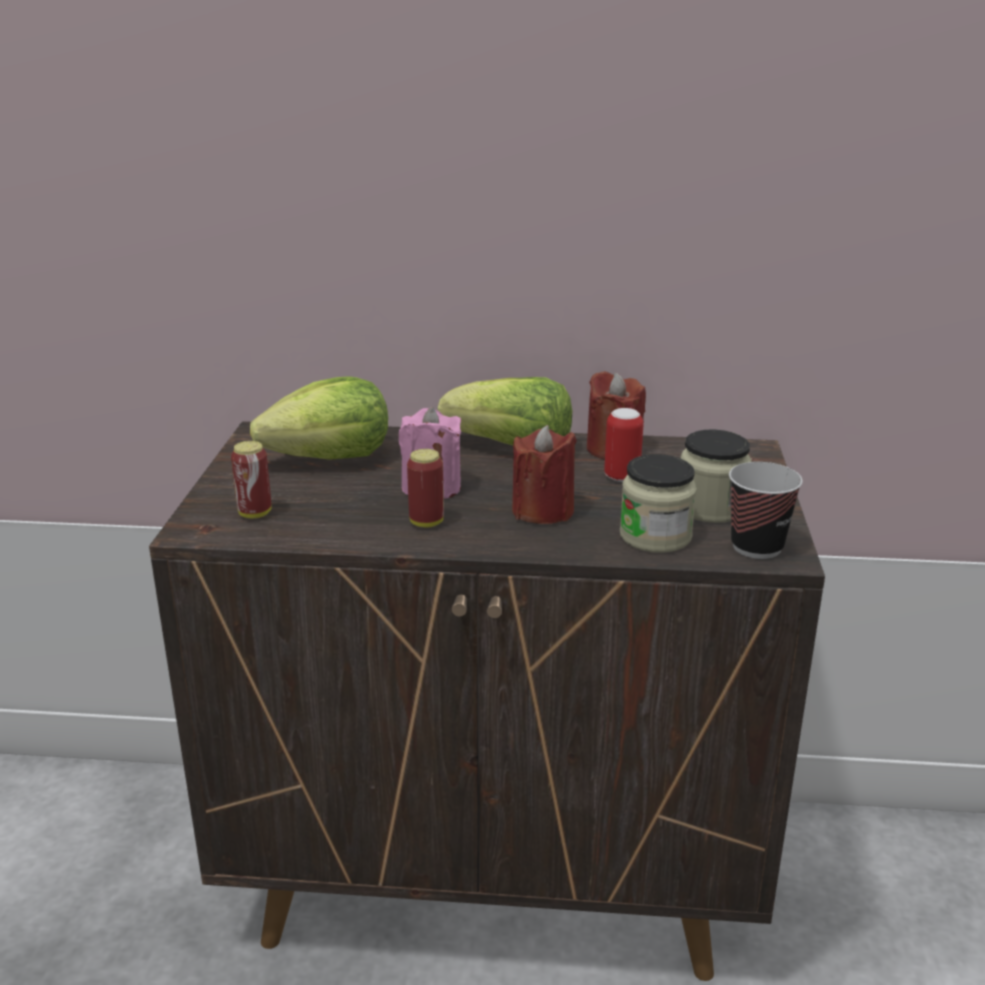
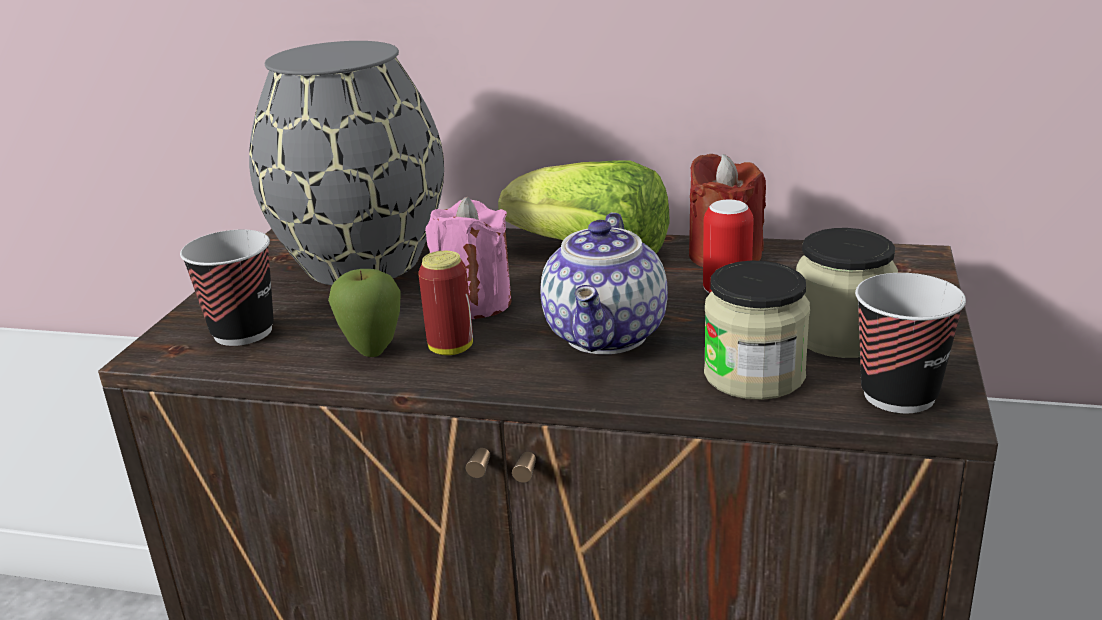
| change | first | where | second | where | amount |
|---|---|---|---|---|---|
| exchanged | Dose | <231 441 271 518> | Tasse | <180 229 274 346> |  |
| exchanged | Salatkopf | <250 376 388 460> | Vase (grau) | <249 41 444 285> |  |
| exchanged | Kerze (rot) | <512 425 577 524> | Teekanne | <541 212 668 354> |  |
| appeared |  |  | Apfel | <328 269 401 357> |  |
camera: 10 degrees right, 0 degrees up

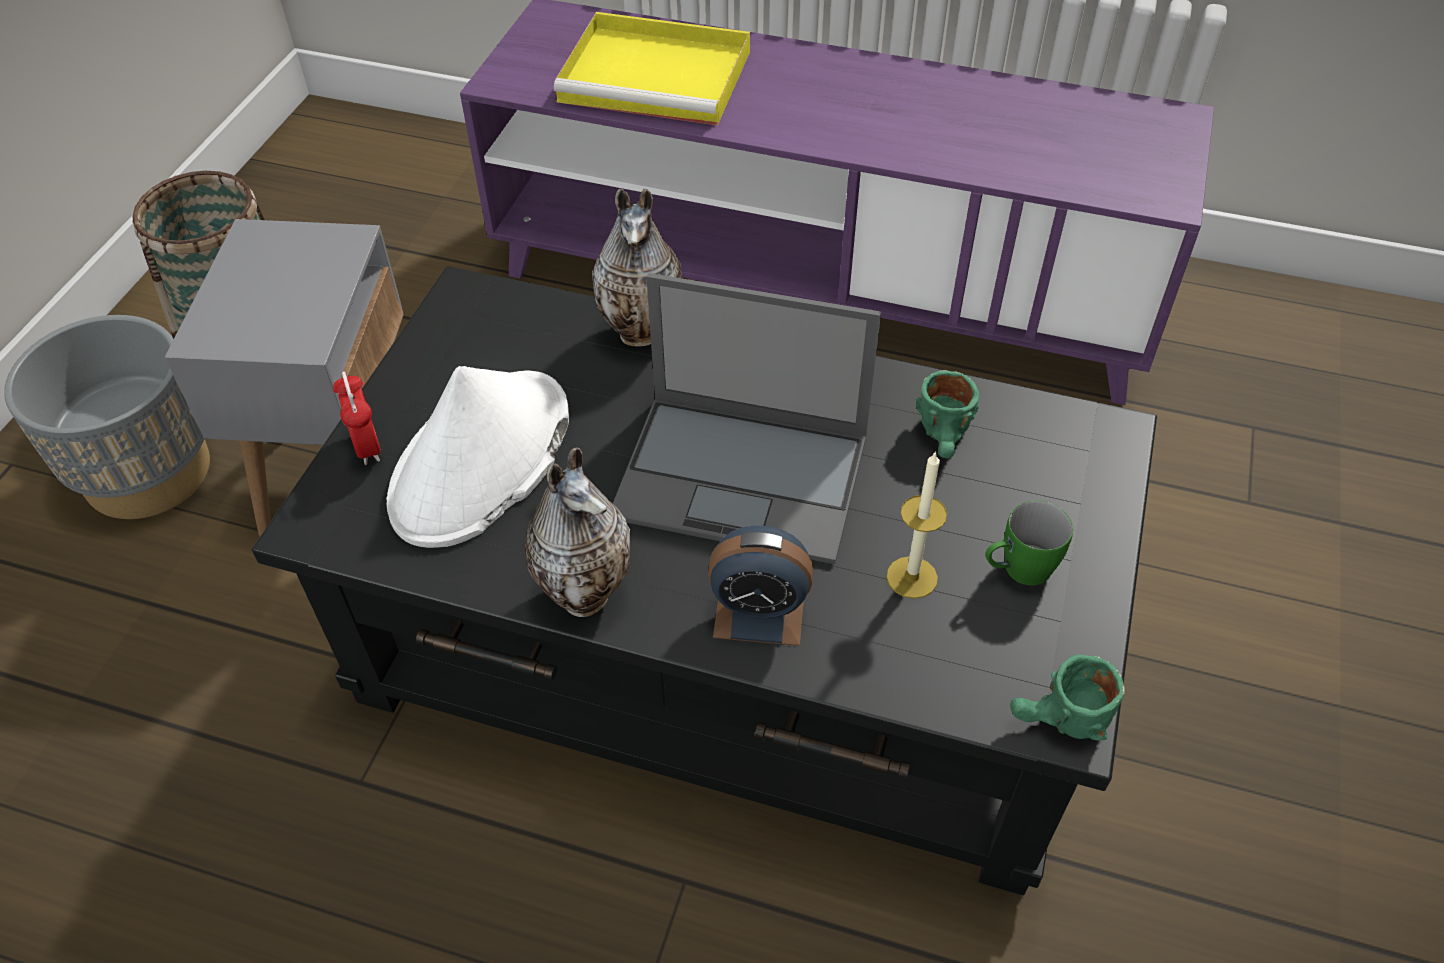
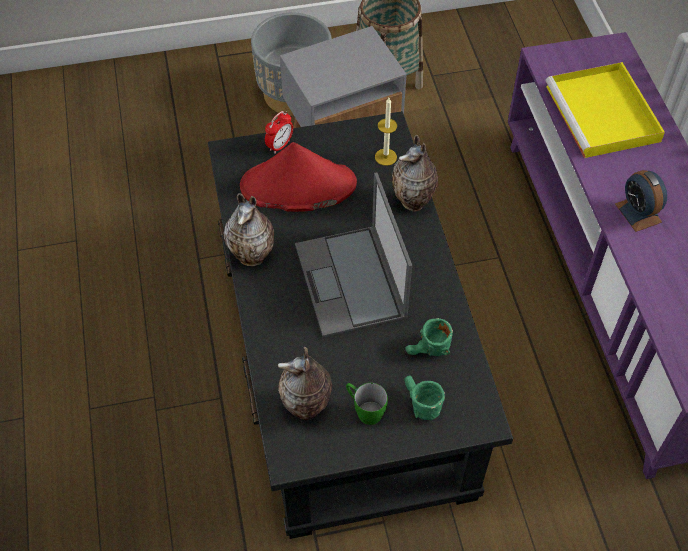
| change | first | where | second | where | amount |
|---|---|---|---|---|---|
| colour | Hut (weiß) | <386 366 569 548> | Hut (rot) | <240 142 357 212> |  |
| relocated | Wecker | <708 526 813 646> |  | <615 170 667 232> |  |
| relocated | Kerze | <886 451 947 599> |  | <375 98 397 166> |  |
| relocated | Henkelbecher (grün) | <1010 654 1125 741> |  | <404 376 445 420> |  |
| appeared |  |  | Vase | <278 347 332 420> |  |
camera: 60 degrees right, 5 degrees up

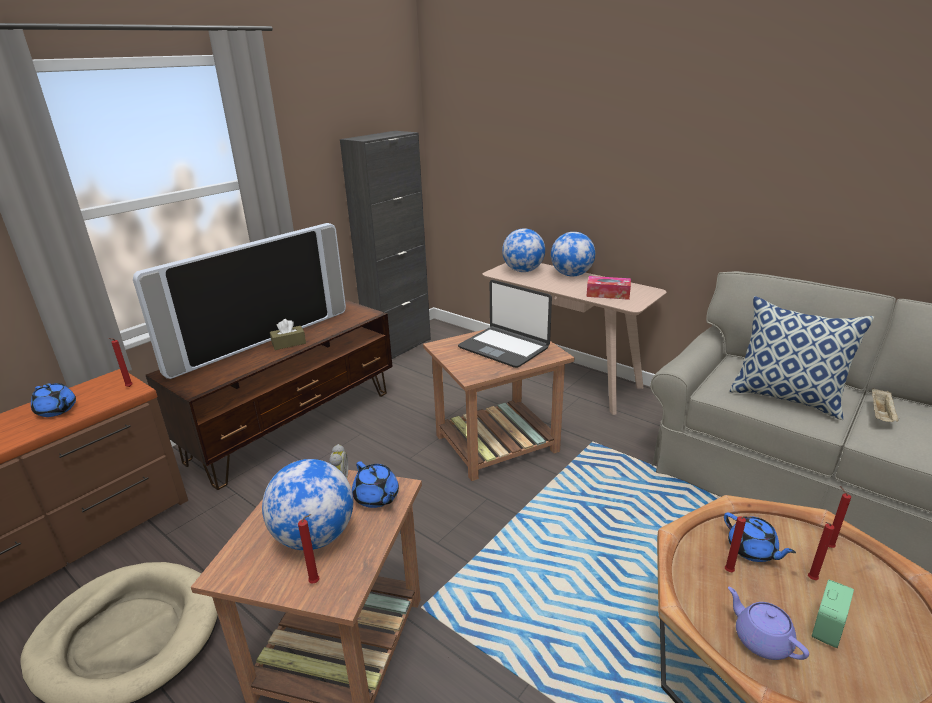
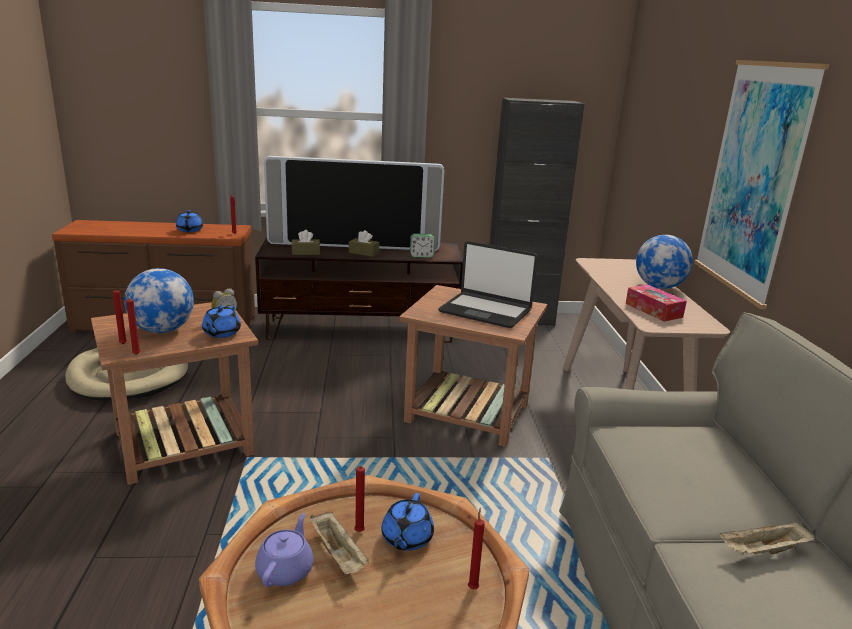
| change | first | where | second | where | amount |
|---|---|---|---|---|---|
| spun | Laptop | <458 280 552 368> |  | <438 241 538 328> | 60 degrees counterclockwise |
| missing | Globus | <502 228 545 272> |  |  |  |
| missing | Kissen | <730 296 874 420> |  |  |  |
| relocated | Kerze (rot) | <808 522 835 580> |  | <124 293 140 355> |  |
| relocated | Wecker | <812 580 854 648> |  | <410 234 435 258> |  |
| appeared |  |  | Taschentuchbox (braun) | <291 230 320 255> |  |
| appeared |  |  | Tablett (beige) | <310 511 369 574> |  |
| appeared |  |  | Bild | <694 60 829 309> |  |
camera: 45 degrees right, 5 degrees down

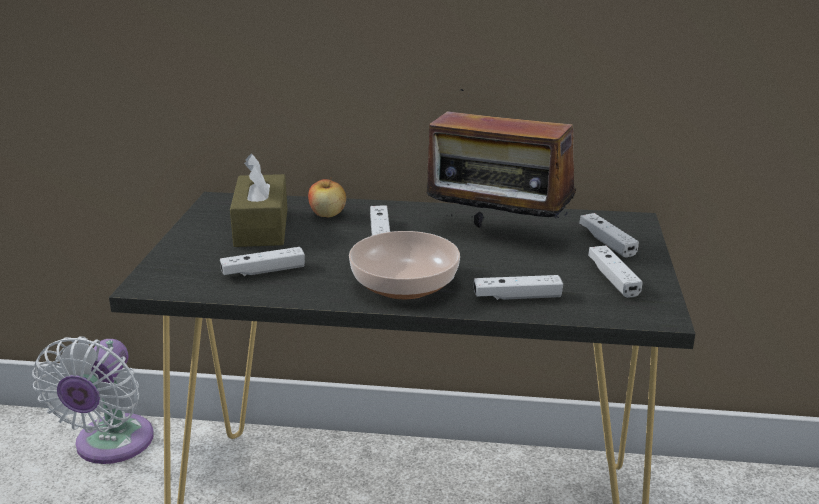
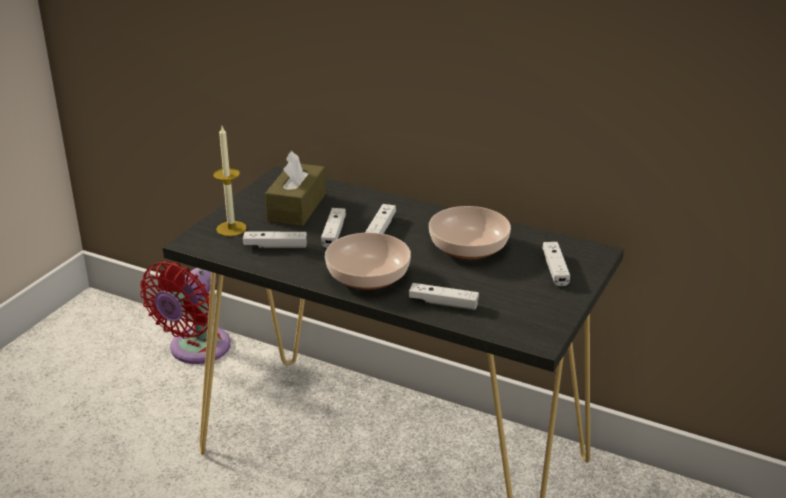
| change | first | where | second | where | amount |
|---|---|---|---|---|---|
| colour | Ventilator (weiß) | <32 336 154 464> | Ventilator (rot) | <140 261 231 364> |  |
| missing | Apfel | <308 177 346 217> |  |  |  |
| exchanged | Radio | <426 89 576 227> | Schüssel | <429 206 511 259> |  |
| relocated | Gamepad (weiß) | <588 245 643 298> |  | <321 208 346 248> |  |
| appeared |  |  | Kerze | <213 126 247 236> |  |
camera: 20 degrees right, 5 degrees up

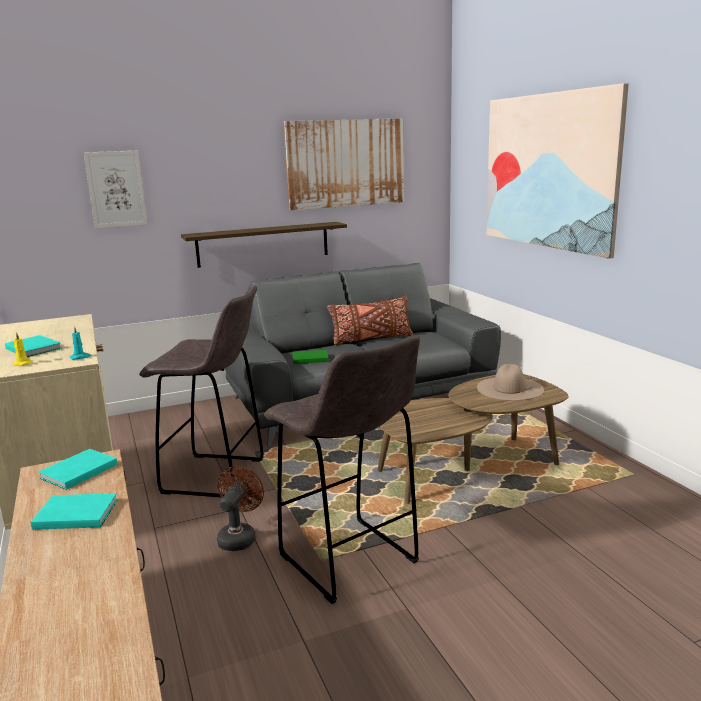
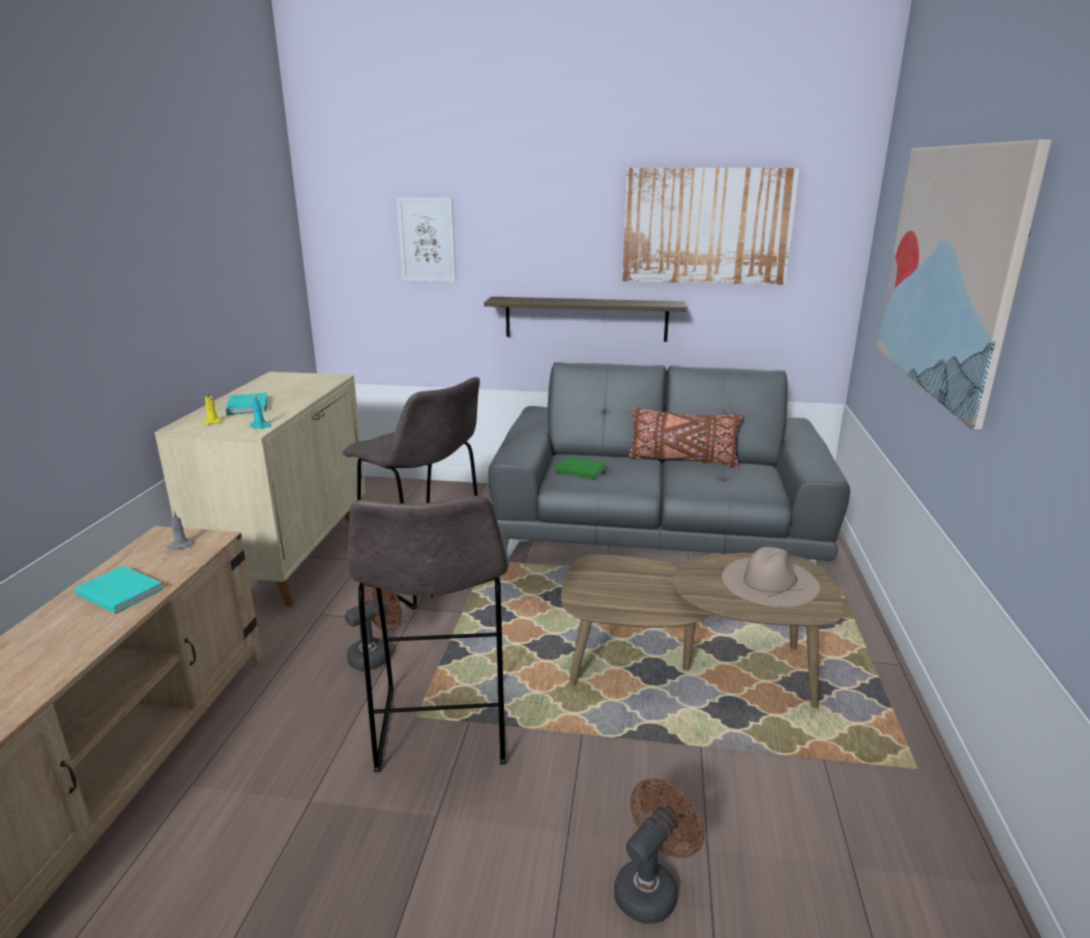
| change | first | where | second | where | amount |
|---|---|---|---|---|---|
| exchanged | Buch (türkis) | <38 449 118 490> | Kerze (grau) | <167 511 193 550> |  |
| appeared |  |  | Ventilator (braun) | <614 779 704 924> |  |
camera: 30 degrees right, 5 degrees up

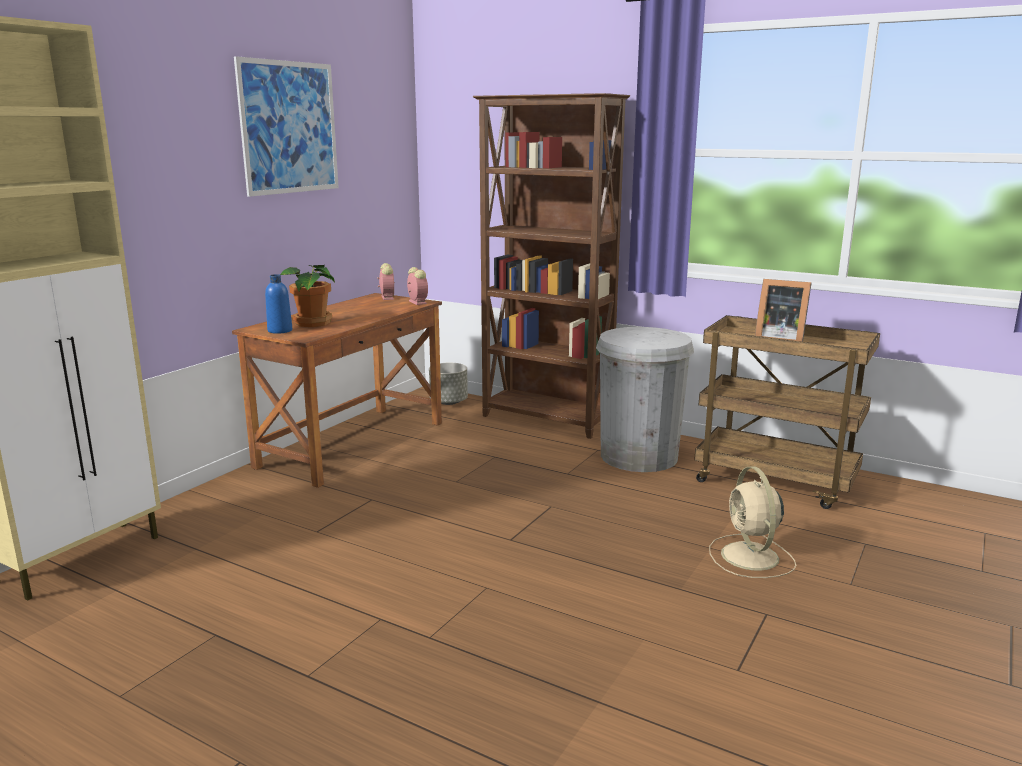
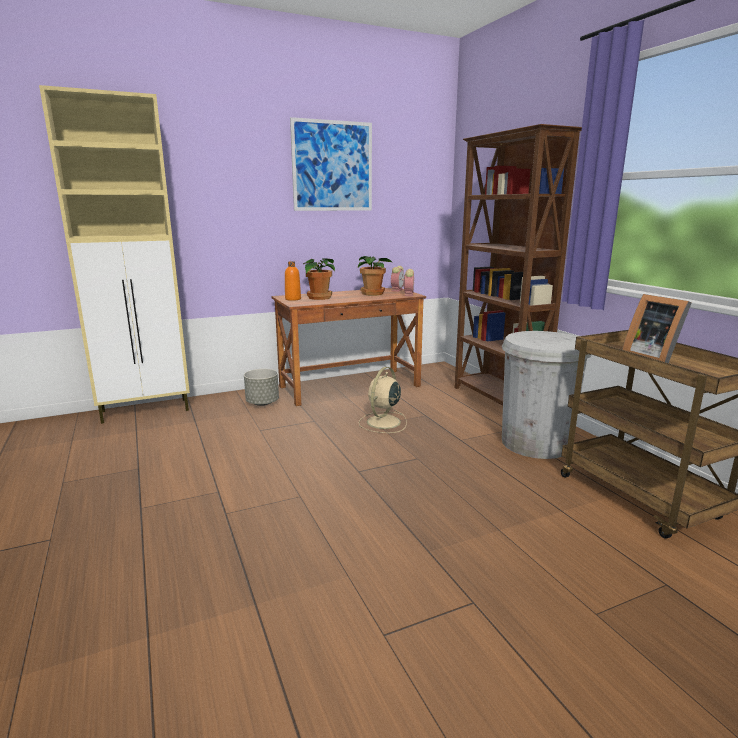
| change | first | where | second | where | amount |
|---|---|---|---|---|---|
| colour | Flasche (blau) | <265 274 292 334> | Flasche (orange) | <285 261 301 301> |  |
| relocated | Pflanzkübel (grau) | <429 363 468 405> |  | <244 369 279 406> |  |
| relocated | Ventilator (beige) | <709 466 796 578> |  | <358 367 407 433> |  |
| appeared |  |  | Topfpflanze | <358 256 393 296> |  |
camera: 35 degrees right, 0 degrees up

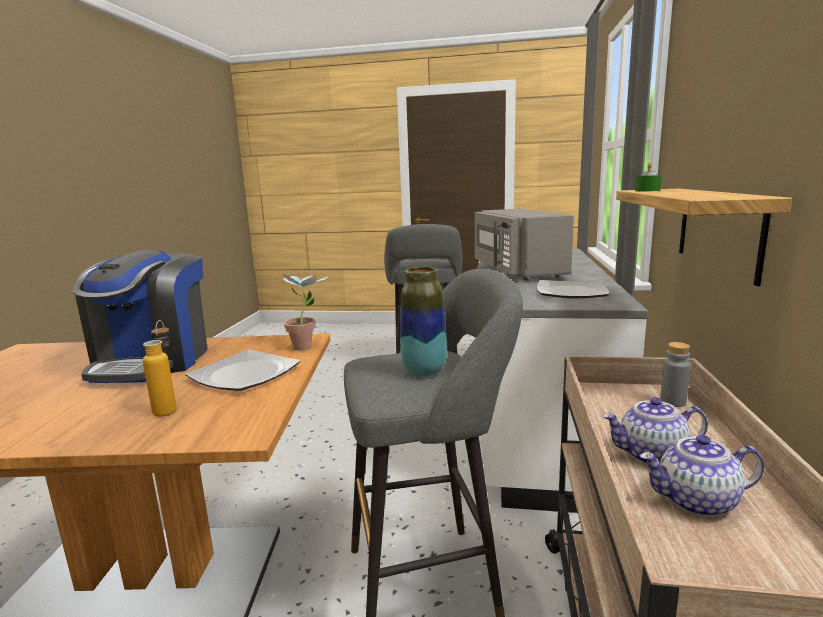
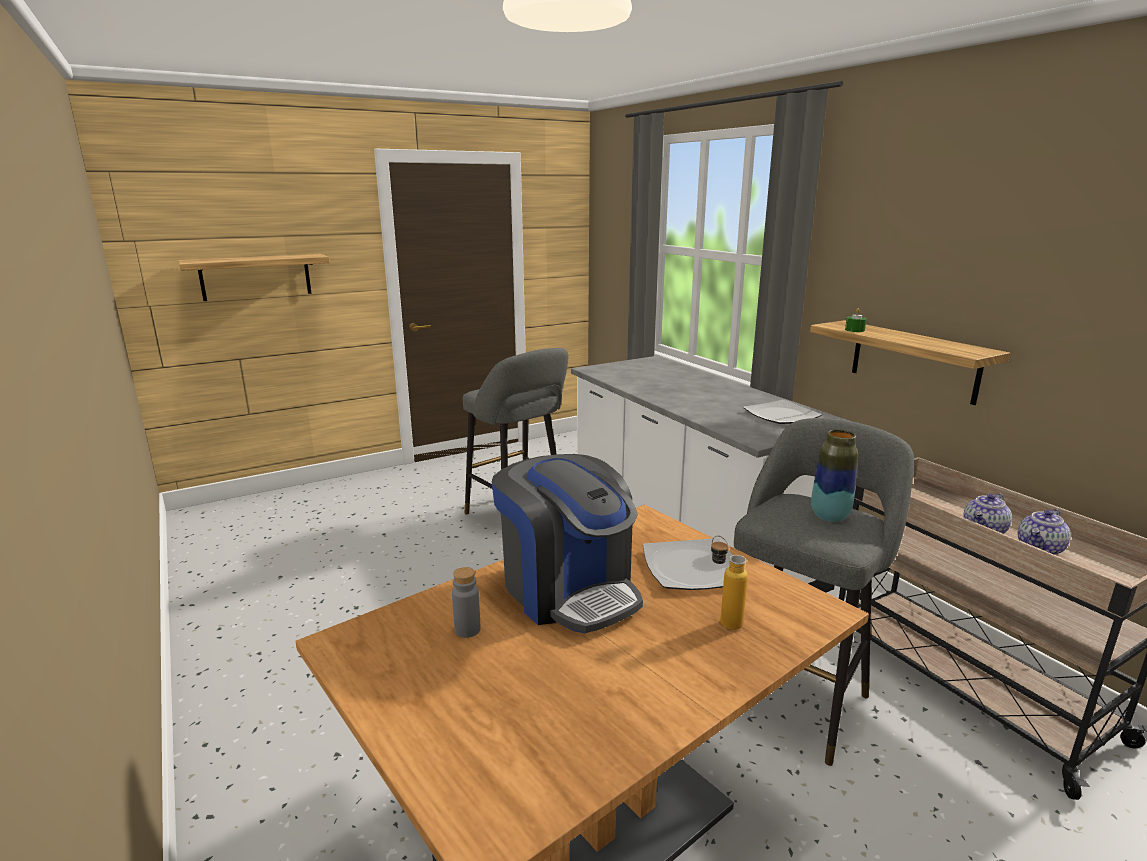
| change | first | where | second | where | amount |
|---|---|---|---|---|---|
| missing | Topfpflanze | <282 268 328 351> |  |  |  |
| missing | Mikrowelle (grau) | <475 209 574 280> |  |  |  |
| relocated | Flasche (grau) | <660 342 691 407> |  | <452 567 481 638> |  |
| appeared |  |  | Wandregal | <178 254 330 301> |  |
camera: 40 degrees left, 5 degrees up

